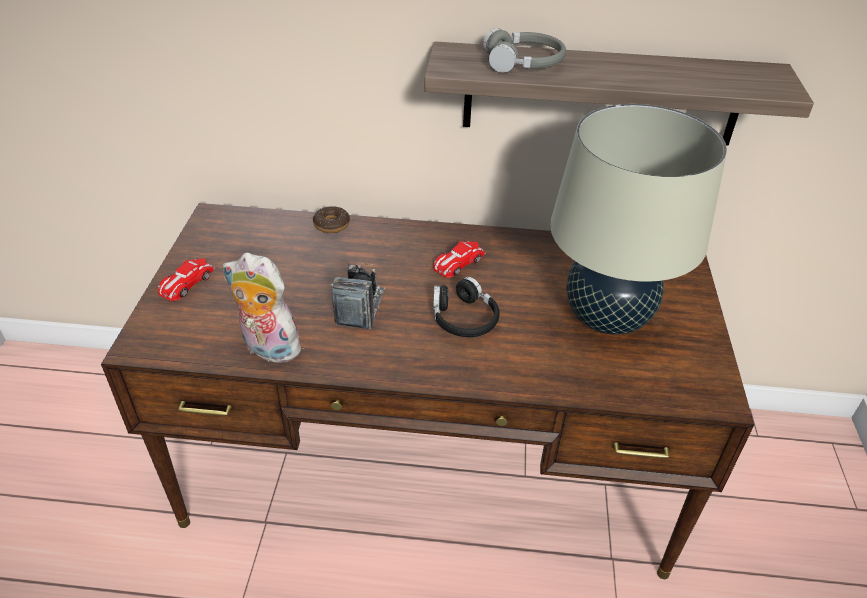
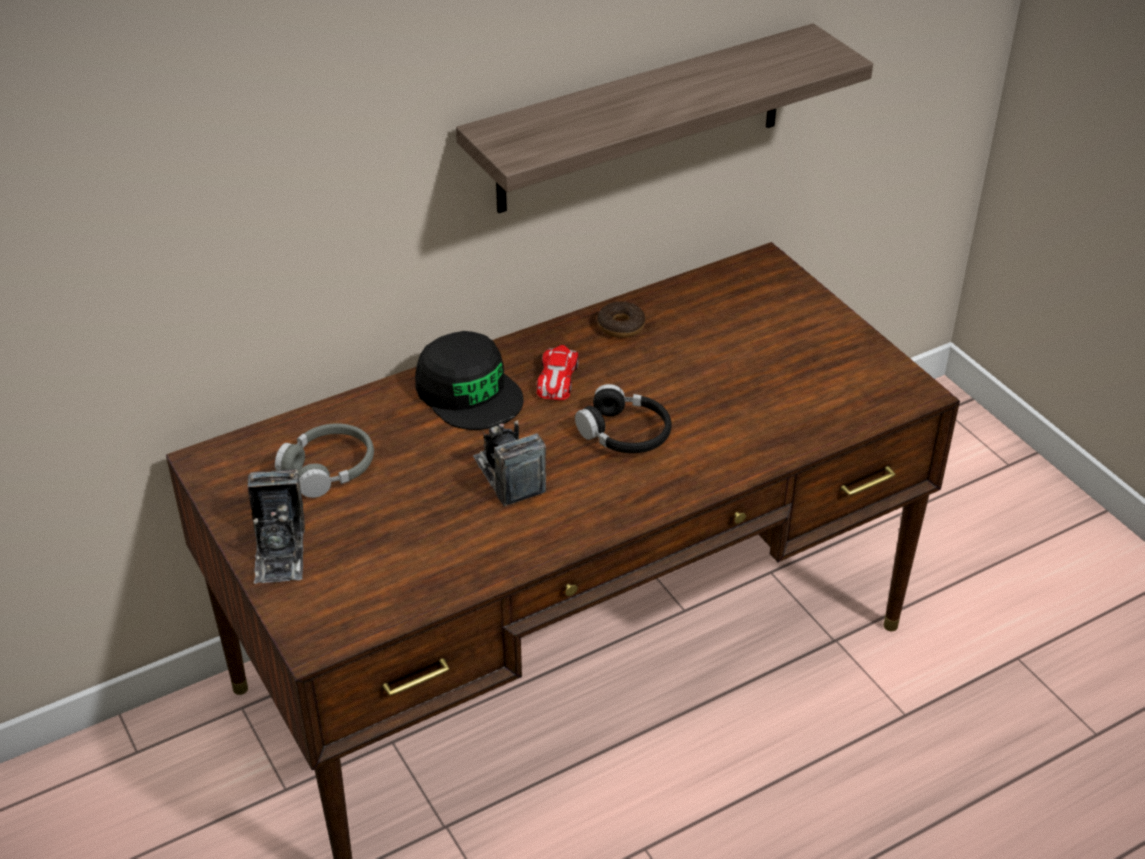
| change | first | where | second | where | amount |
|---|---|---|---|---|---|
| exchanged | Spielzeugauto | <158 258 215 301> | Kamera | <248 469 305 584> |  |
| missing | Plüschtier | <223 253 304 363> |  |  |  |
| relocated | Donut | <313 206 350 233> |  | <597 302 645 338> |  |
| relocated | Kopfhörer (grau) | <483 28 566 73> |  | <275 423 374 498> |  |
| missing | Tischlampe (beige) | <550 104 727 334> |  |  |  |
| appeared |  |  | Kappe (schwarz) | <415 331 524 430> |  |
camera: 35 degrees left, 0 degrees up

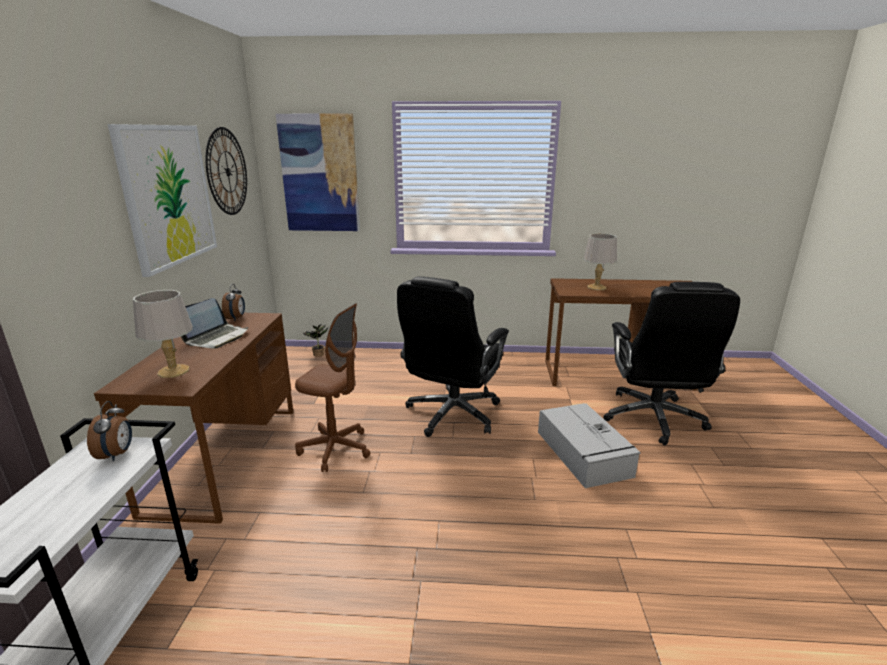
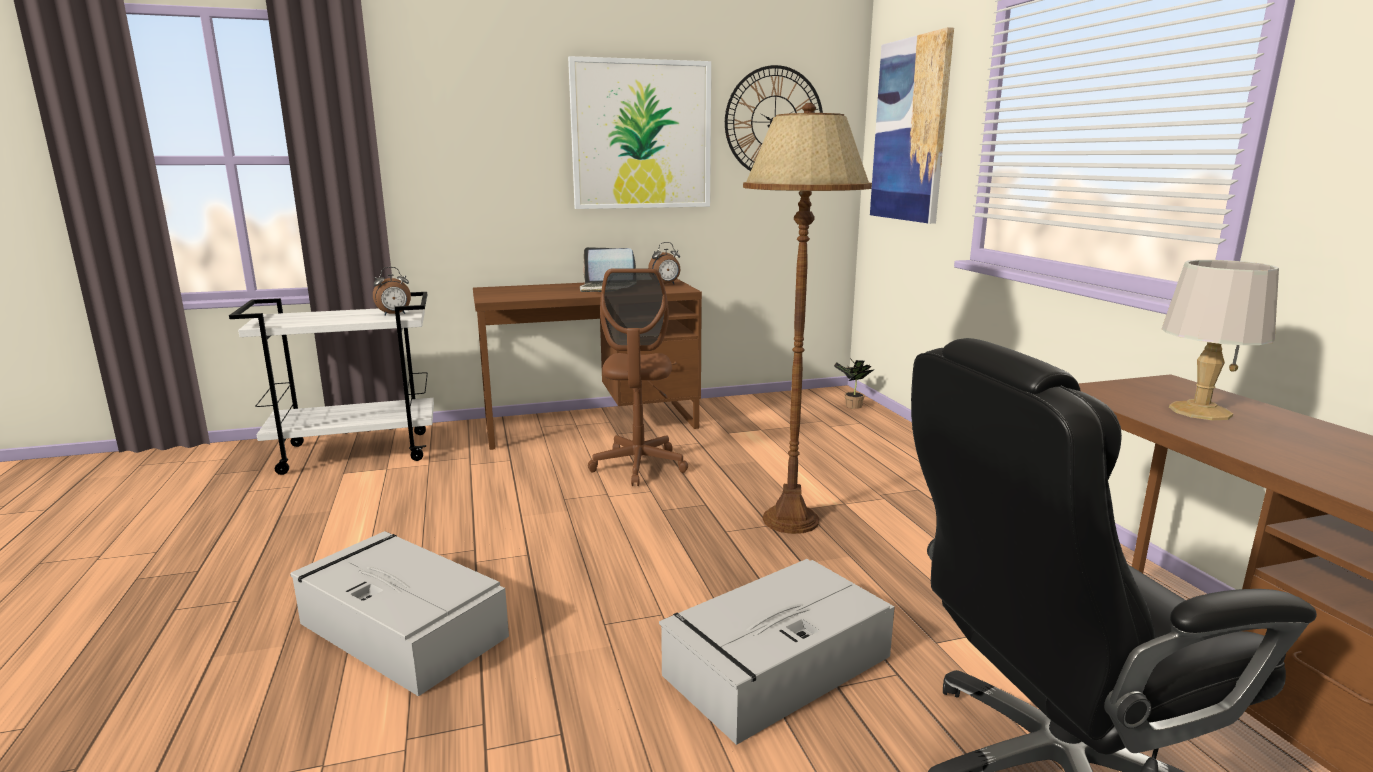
| change | first | where | second | where | amount |
|---|---|---|---|---|---|
| missing | Tischlampe (grau) | <133 290 193 378> |  |  |  |
| exchanged | Bürostuhl (schwarz) | <397 276 509 437> | Stehlampe (braun) | <743 103 872 534> |  |
| appeared |  |  | Aufbewahrungsbox (grau) | <290 531 509 696> |  |
camera: 70 degrees right, 5 degrees down

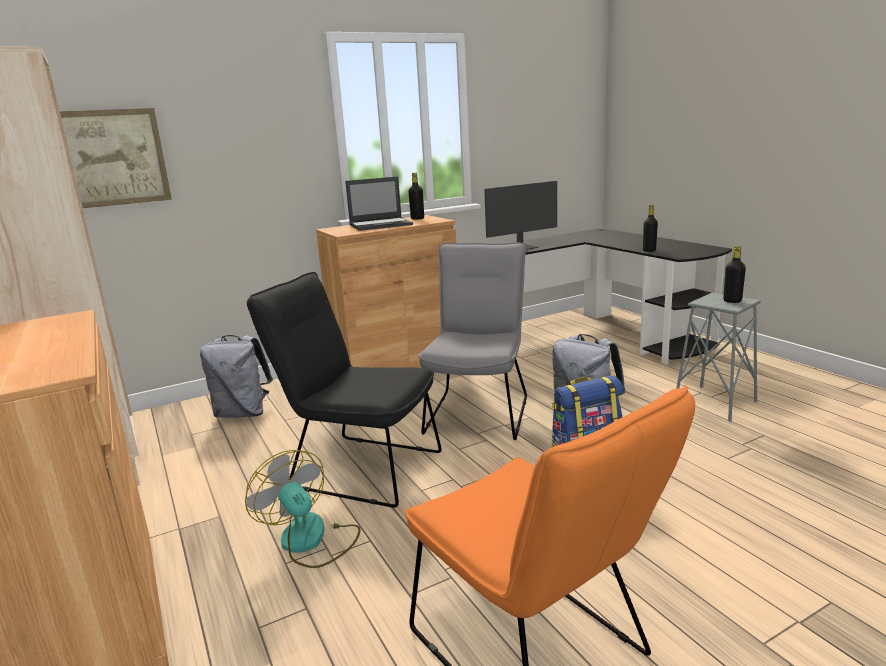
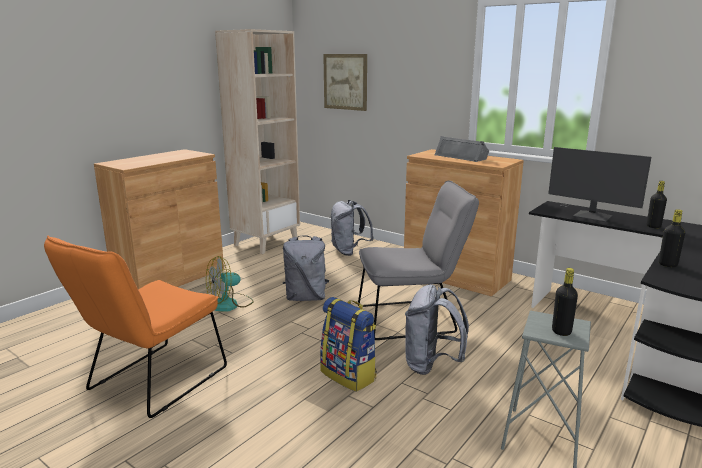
| change | first | where | second | where | amount |
|---|---|---|---|---|---|
| spun | Ventilator | <245 450 361 568> |  | <206 256 254 312> | 150 degrees counterclockwise |
| exchanged | Stuhl (schwarz) | <247 272 442 508> | Rucksack (grau) | <283 235 329 301> |  |
| exchanged | Laptop | <345 176 413 231> | Lautsprecher (grau) | <434 136 489 162> |  |
| relocated | Flasche (schwarz) | <408 173 424 220> |  | <647 181 667 228> |  |
camera: 65 degrees right, 0 degrees up

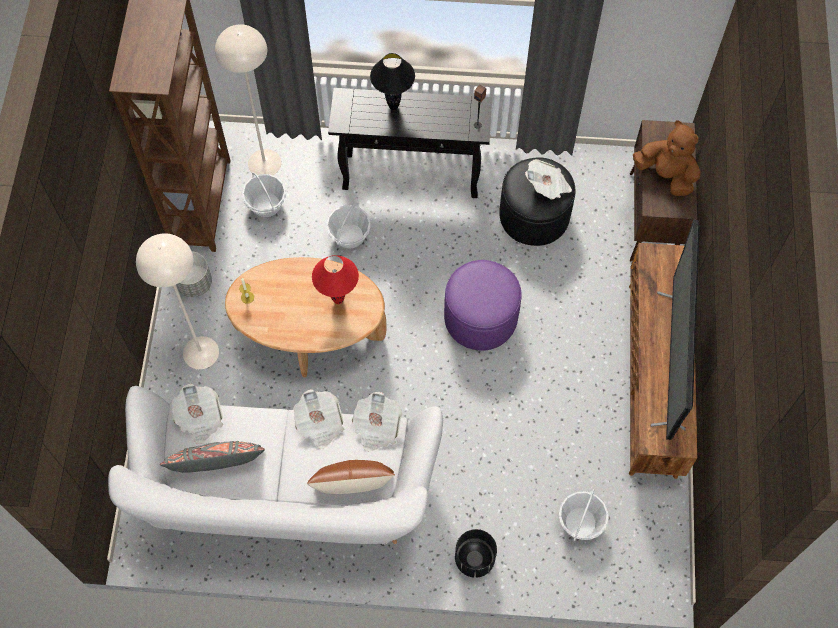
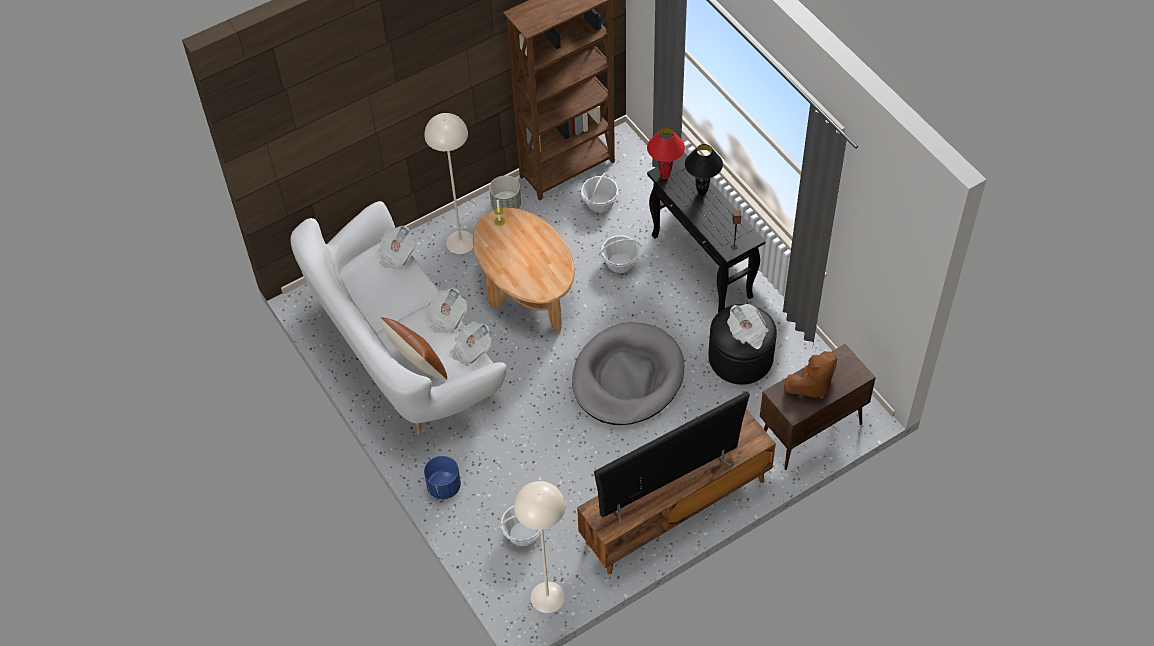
| change | first | where | second | where | amount |
|---|---|---|---|---|---|
| missing | Kissen (grau) | <160 441 265 473> |  |  |  |
| relocated | Stehlampe (beige) | <215 24 281 175> |  | <514 481 565 613> |  |
| relocated | Tischlampe (rot) | <312 255 359 304> |  | <647 127 685 179> |  |
| exchanged | Polsterhocker (lila) | <444 260 522 351> | Hundebett (grau) | <572 322 684 425> |  |
| colour | Pflanzkübel (schwarz) | <455 529 497 578> | Pflanzkübel (blau) | <424 456 461 499> |  |
| spun | Plüschtier (braun) | <633 120 700 196> |  | <784 351 837 399> | 60 degrees clockwise |
camera: 55 degrees right, 10 degrees down

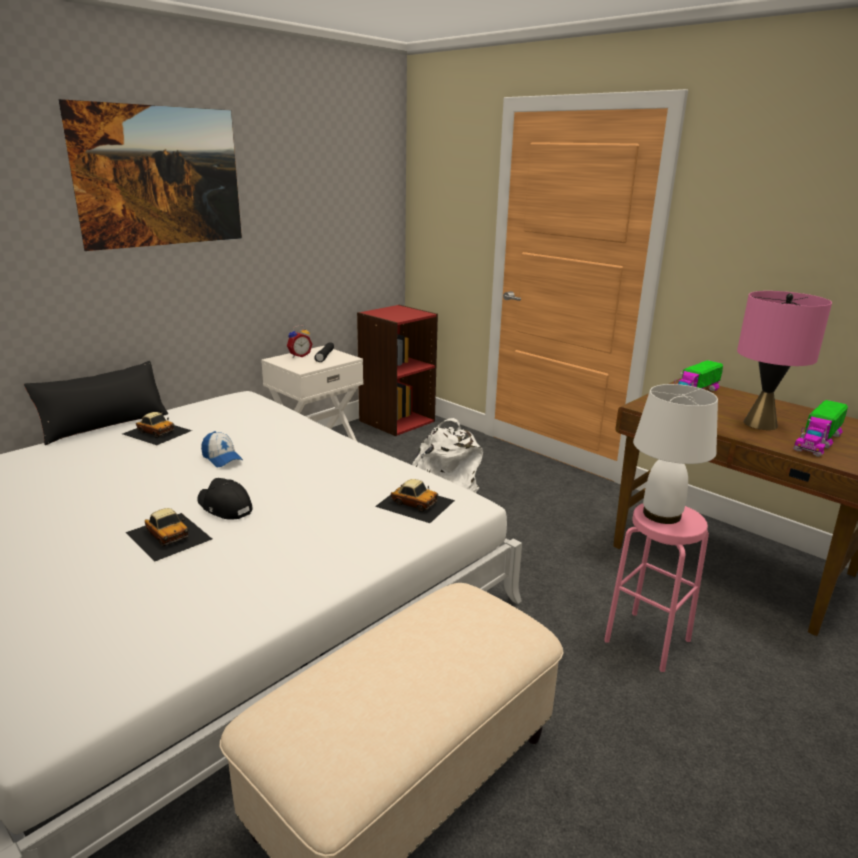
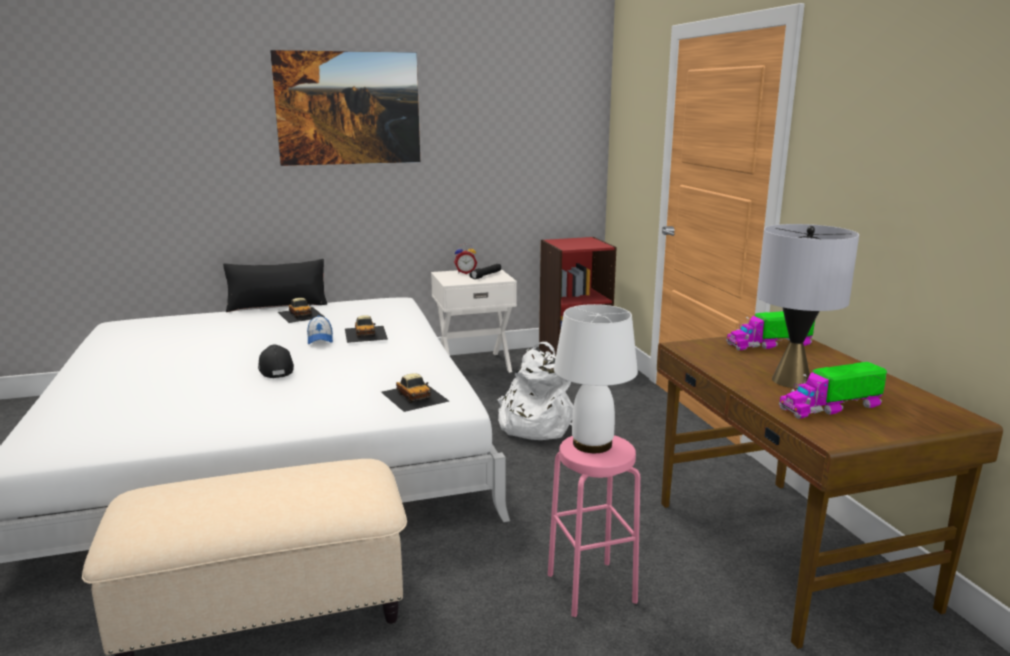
| change | first | where | second | where | amount |
|---|---|---|---|---|---|
| relocated | Spielzeugauto | <125 508 212 562> |  | <345 315 388 343> |  |
| colour | Tischlampe (rosa) | <737 291 832 430> | Tischlampe (grau) | <757 224 859 388> |  |
camera: 30 degrees right, 5 degrees down

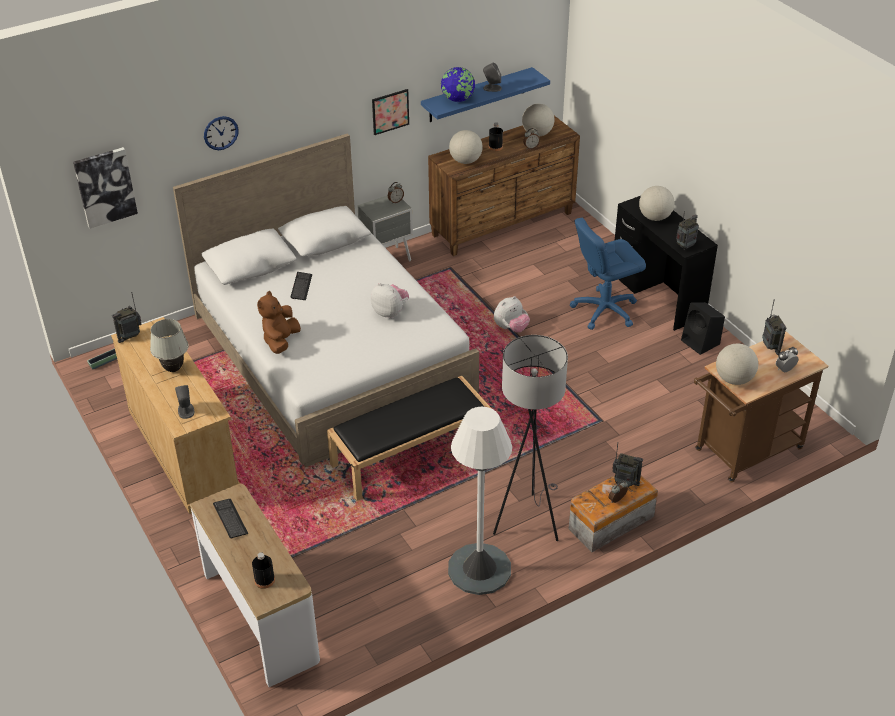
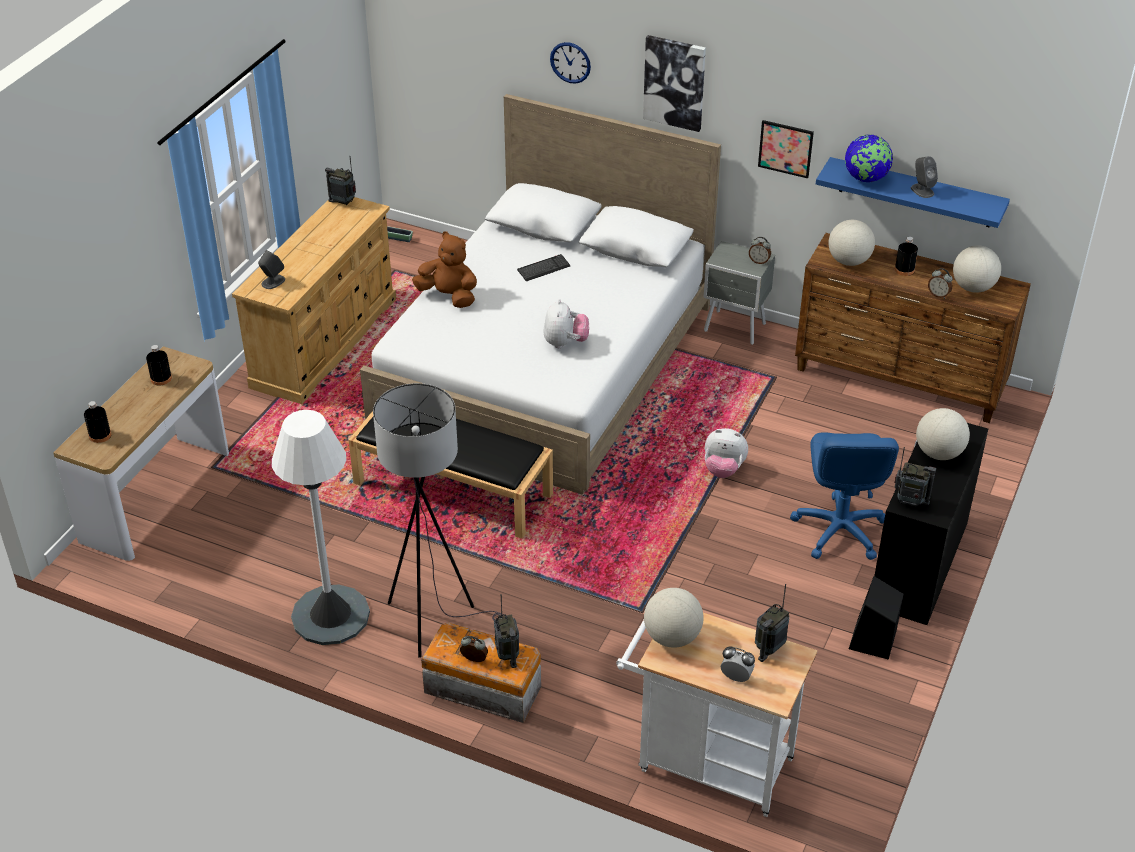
| change | first | where | second | where | amount |
|---|---|---|---|---|---|
| relocated | Bild | <73 147 138 229> |  | <643 35 706 132> |  |
| missing | Tischlampe (weiß) | <150 319 189 372> |  |  |  |
| exchanged | Tastatur | <213 499 248 539> | Flasche (schwarz) | <146 345 172 386> |  |
| spun | Plüschtier (braun) | <257 291 301 354> |  | <412 231 477 308> | 45 degrees clockwise |
| spun | Bürostuhl (blau) | <570 218 646 330> |  | <790 432 899 560> | 120 degrees counterclockwise |
| colour | Rollwagen (braun) | <694 331 828 483> | Rollwagen (weiß) | <616 613 817 817> |  |
camera: 55 degrees right, 0 degrees up

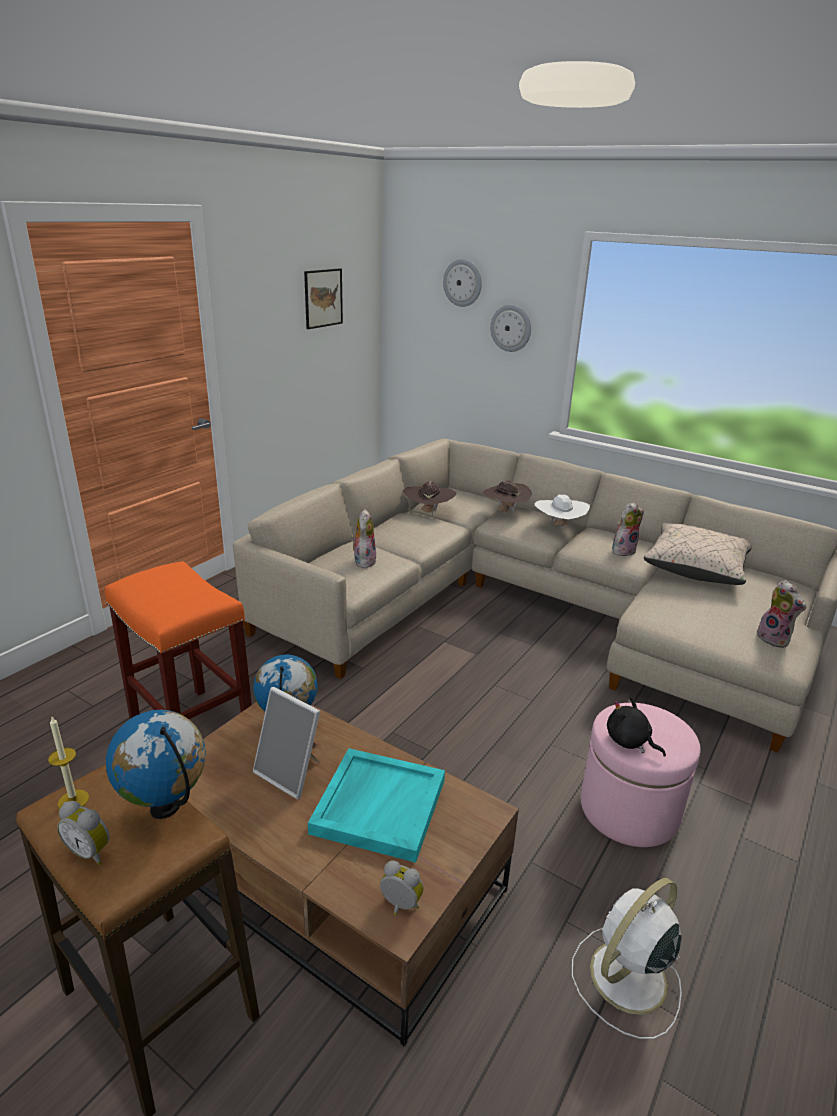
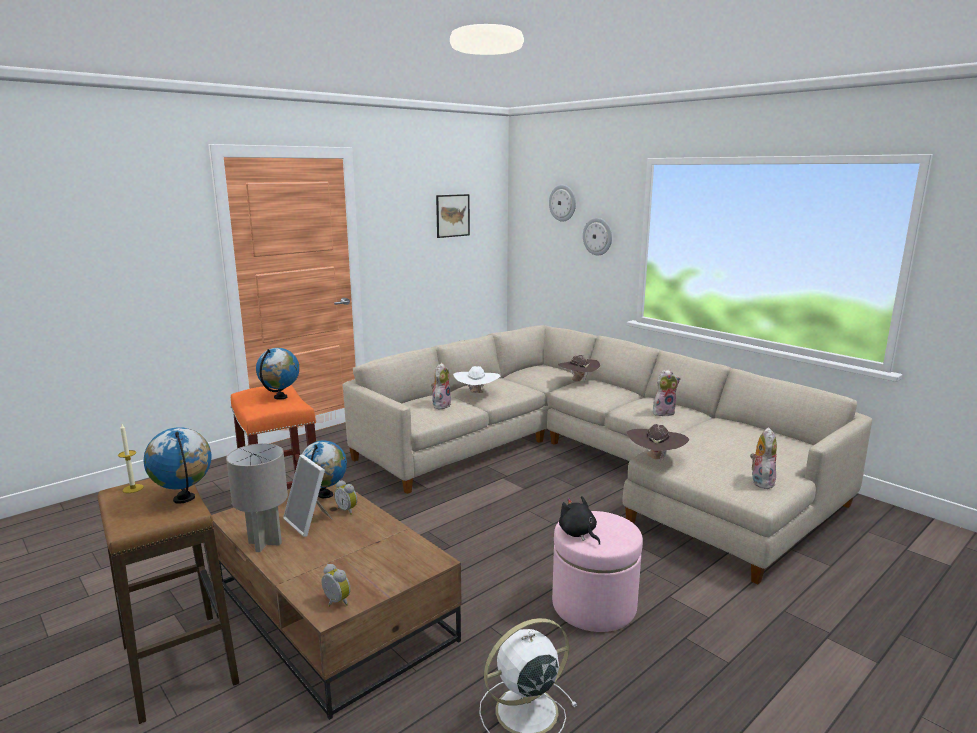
| change | first | where | second | where | amount |
|---|---|---|---|---|---|
| relocated | Wecker | <57 801 110 865> |  | <334 480 357 515> |  |
| missing | Tablett (türkis) | <308 748 445 863> |  |  |  |
| relocated | Hut (braun) | <403 481 457 515> |  | <627 424 689 463> |  |
| relocated | Hut (weiß) | <535 495 590 525> |  | <453 366 500 393> |  |
| missing | Kissen (beige) | <644 523 752 585> |  |  |  |
| spun | Plüschtier | <757 580 807 648> |  | <750 427 777 489> | 150 degrees counterclockwise |
| appeared |  |  | Tischlampe (grau) | <226 443 288 552> |  |
| appeared |  |  | Globus | <256 348 300 400> |  |
camera: 15 degrees right, 10 degrees down

